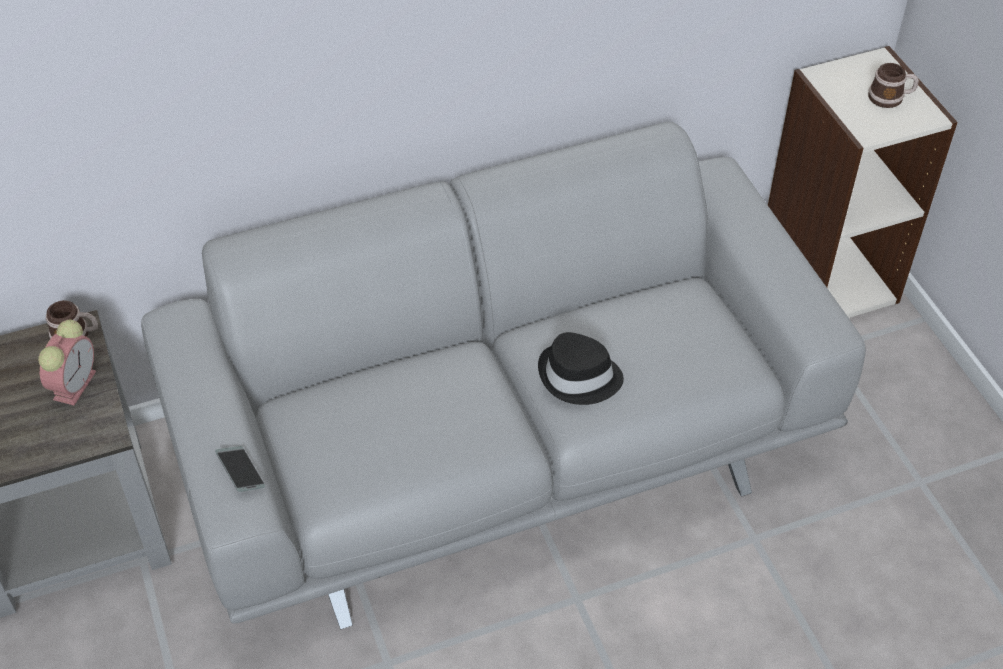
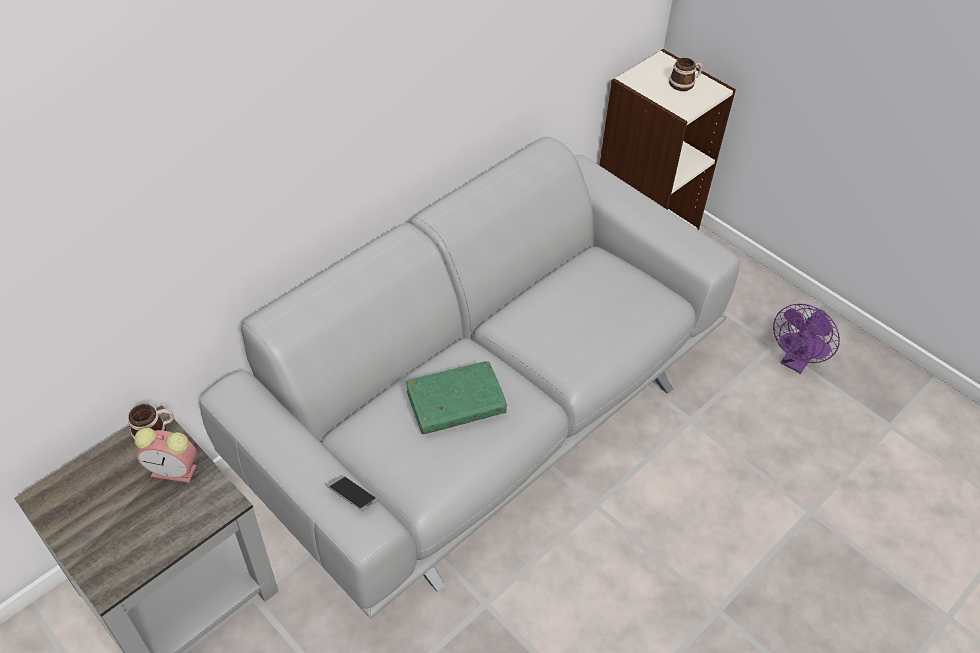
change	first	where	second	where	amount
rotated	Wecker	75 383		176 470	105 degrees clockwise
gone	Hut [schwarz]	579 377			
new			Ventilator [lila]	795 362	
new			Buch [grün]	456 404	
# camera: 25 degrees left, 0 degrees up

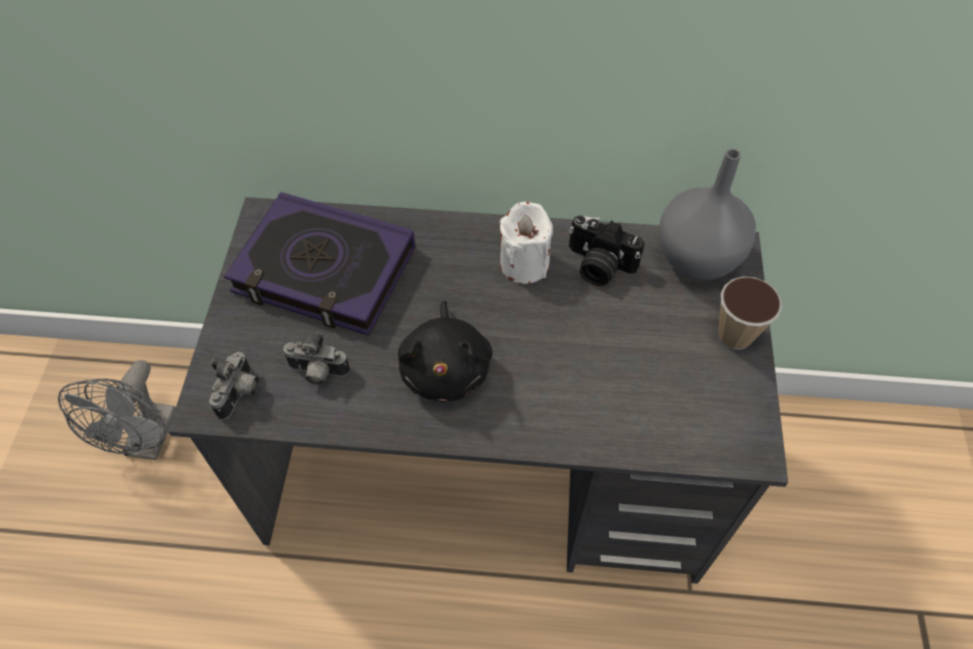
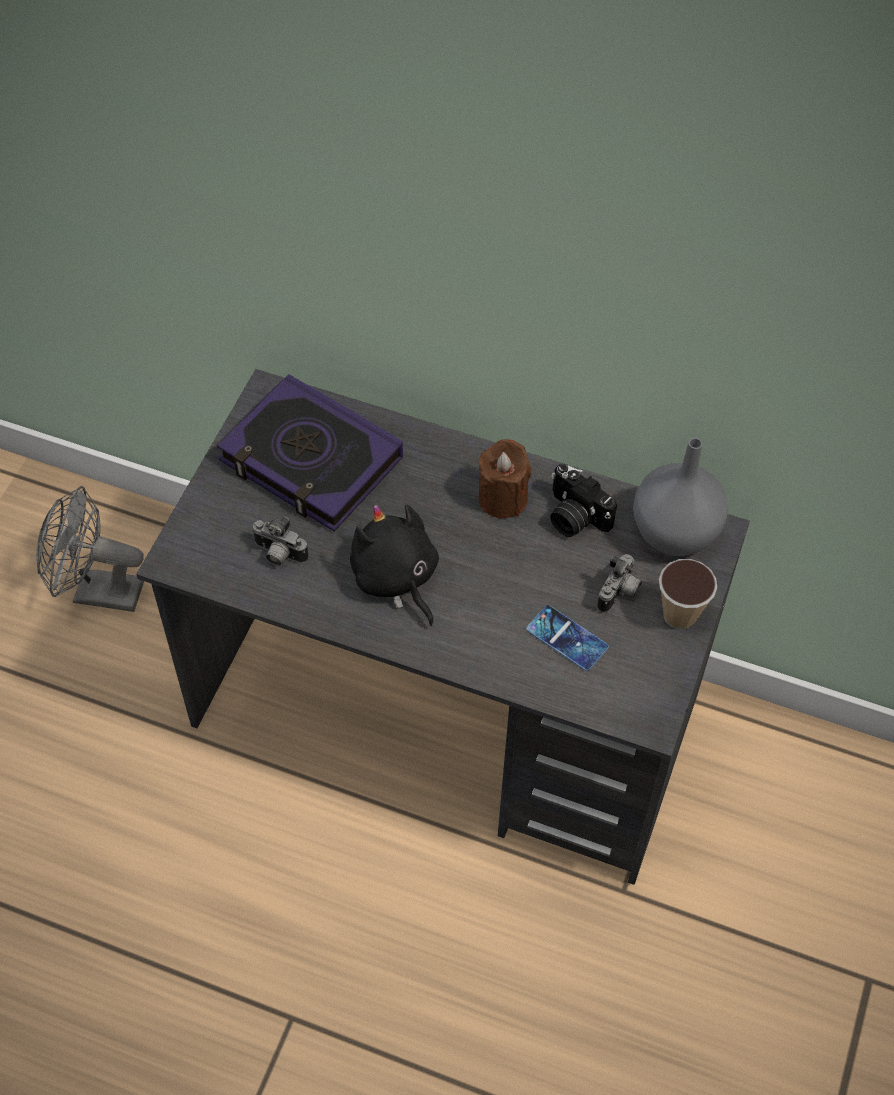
change	first	where	second	where	amount
repainted	Kerze [weiß]	524 264	Kerze [braun]	502 498	
rotated	Plüschtier [schwarz]	446 368		396 578	135 degrees clockwise
shifted	Kamera	241 394		619 593	
rotated	Ventilator [grau]	148 442		97 592	75 degrees clockwise
new			Handy	567 638	
# camera: 15 degrees right, 0 degrees up

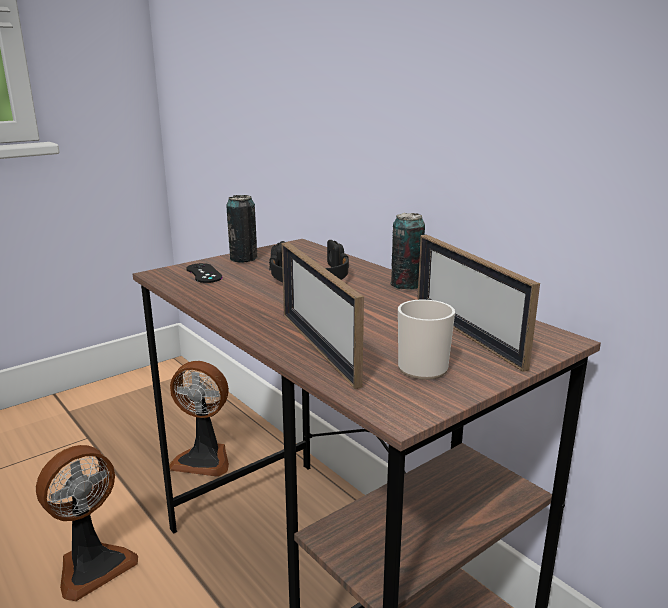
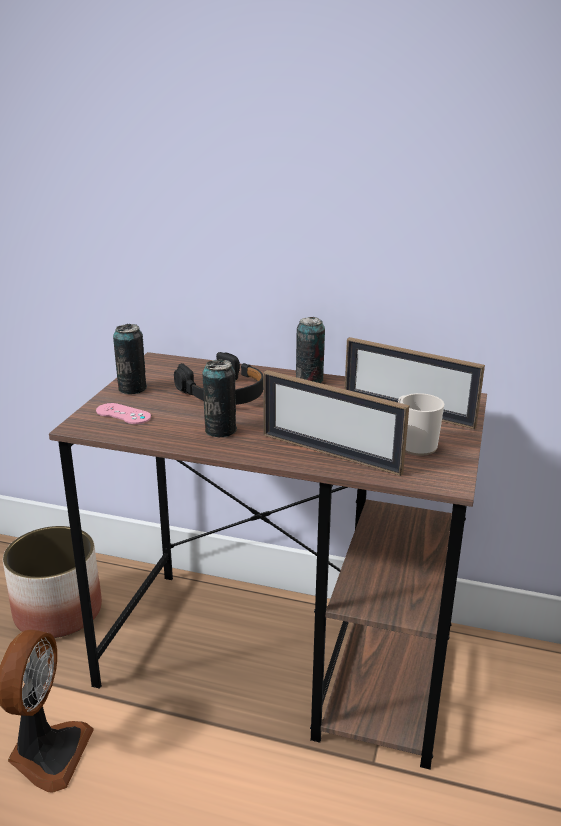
change	first	where	second	where	amount
repainted	Gamepad [schwarz]	204 273	Gamepad [rosa]	123 414	
swapped	Ventilator	204 459	Pflanzkübel	59 611	
new			Dose	220 430	
# camera: 35 degrees left, 5 degrees up

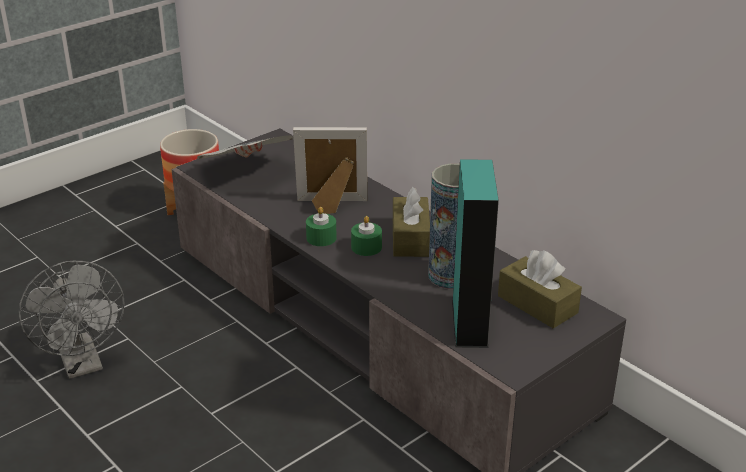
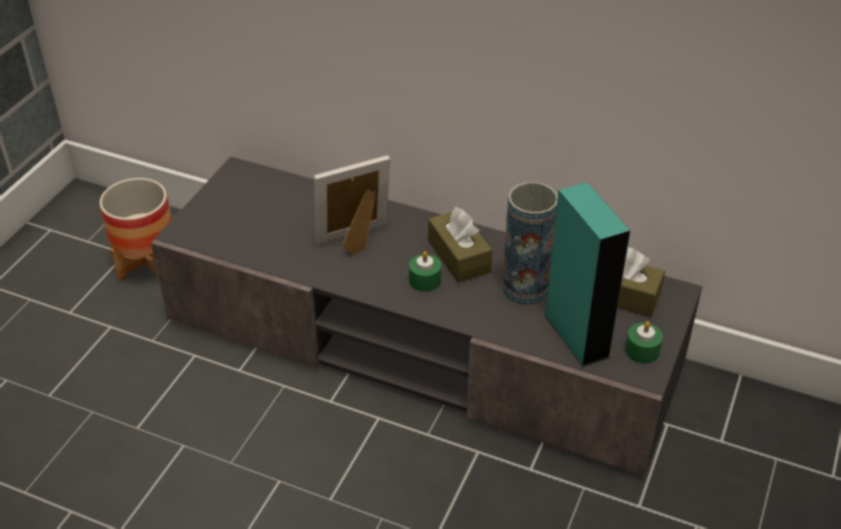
change	first	where	second	where	amount
gone	Zeitung	246 172			
shifted	Kerze [grün]	321 238		642 350	
gone	Ventilator [grau]	83 364			
# camera: 25 degrees left, 10 degrees up

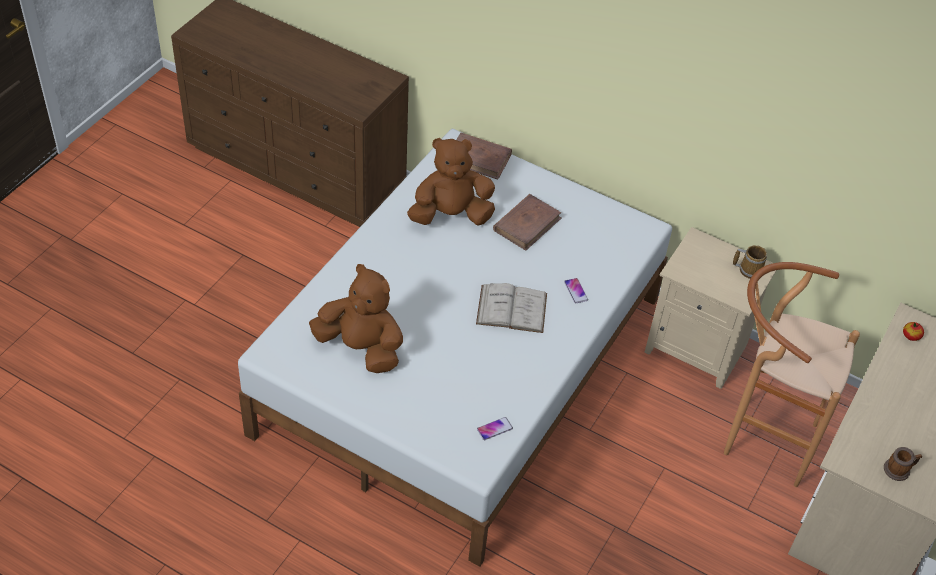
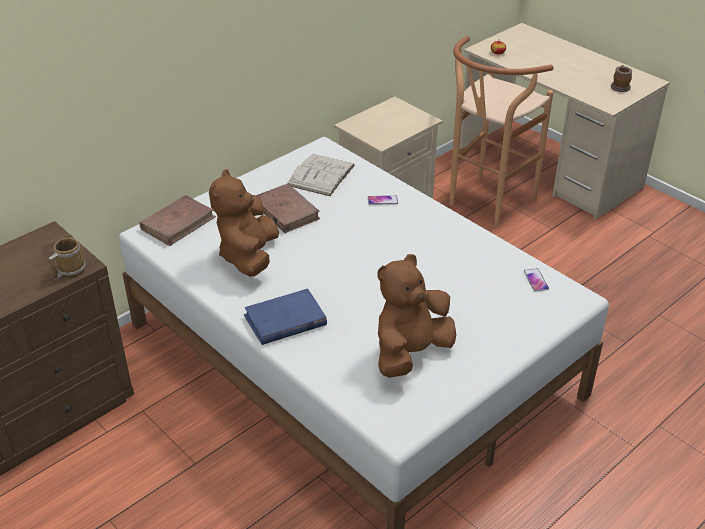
change	first	where	second	where	amount
shifted	Henkelbecher	749 269		69 270	
shifted	Buch [weiß]	511 308		321 175	
new			Buch [blau]	285 320	
# camera: 70 degrees left, 10 degrees down

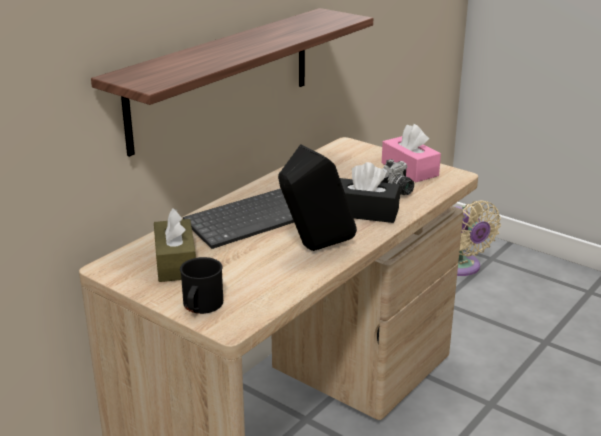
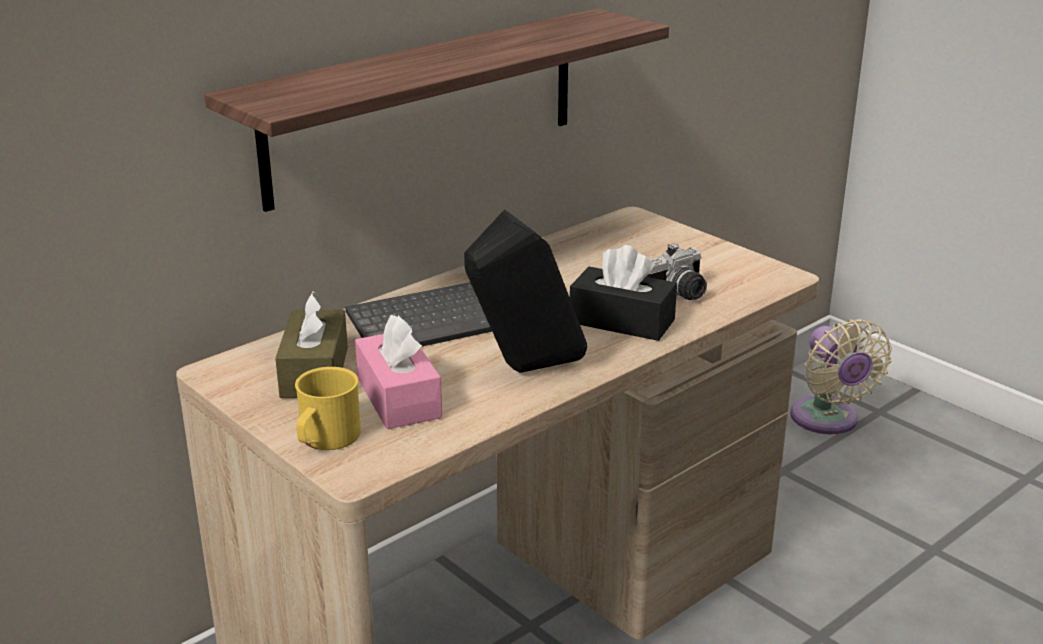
change	first	where	second	where	amount
shifted	Taschentuchbox [rosa]	409 169		398 398	
repainted	Henkelbecher [schwarz]	201 307	Henkelbecher [gelb]	325 440	
# camera: 10 degrees right, 0 degrees up

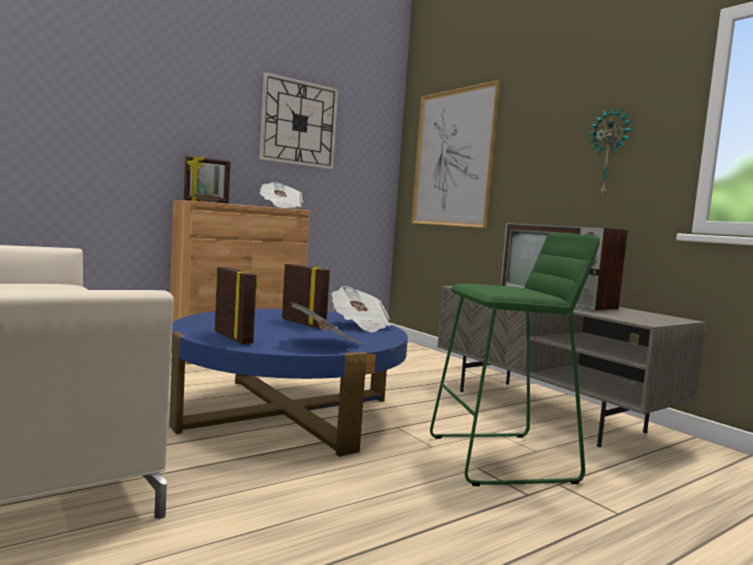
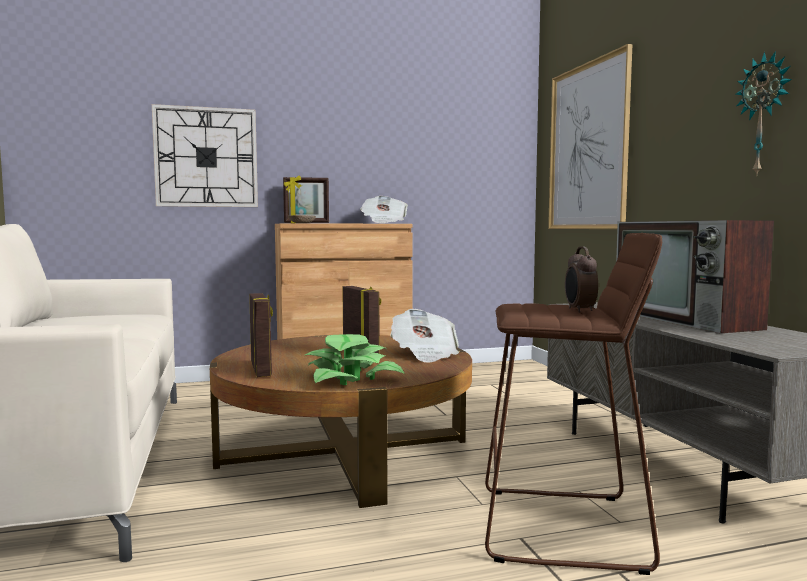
change	first	where	second	where	amount
shifted	Wanduhr	299 123		206 157	
repainted	Hocker [grün]	501 459	Hocker [braun]	562 528	
swapped	Zeitung	326 344	Topfpflanze	352 377	
repainted	Couchtisch [blau]	287 412	Couchtisch [braun]	344 451	
new			Wecker	579 310	
# camera: 20 degrees right, 0 degrees up

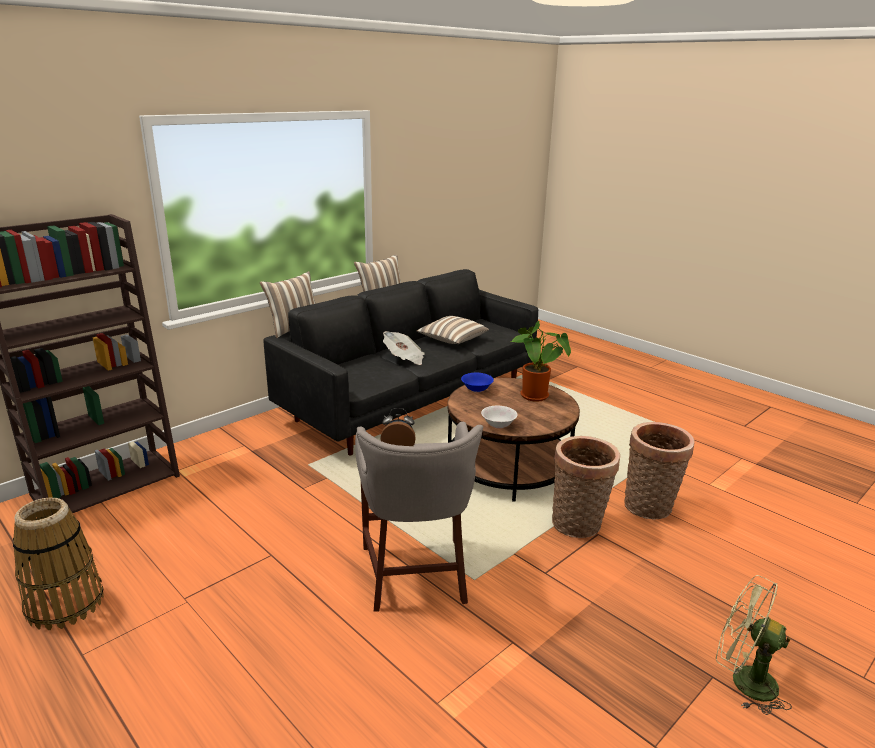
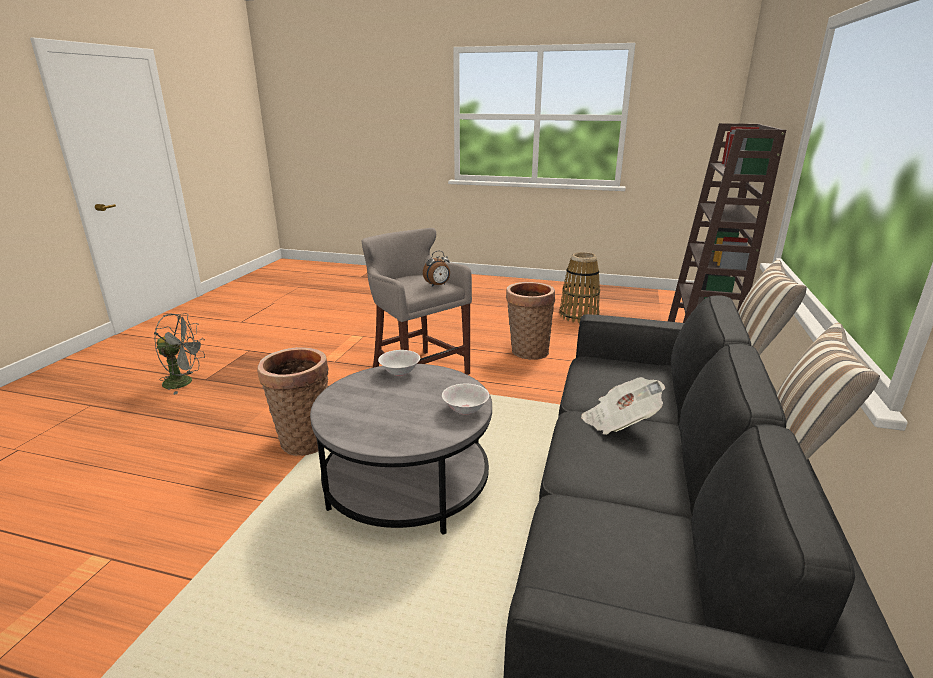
change	first	where	second	where	amount
gone	Kissen	452 340			
gone	Topfpflanze	537 397			
repainted	Schüssel [blau]	476 389	Schüssel [weiß]	465 410	
repainted	Couchtisch [braun]	508 466	Couchtisch [grau]	407 483	
shifted	Korb	650 508		527 351	
repainted	Ventilator [grün]	743 681	Ventilator [grau]	184 382	
# camera: 150 degrees right, 0 degrees up

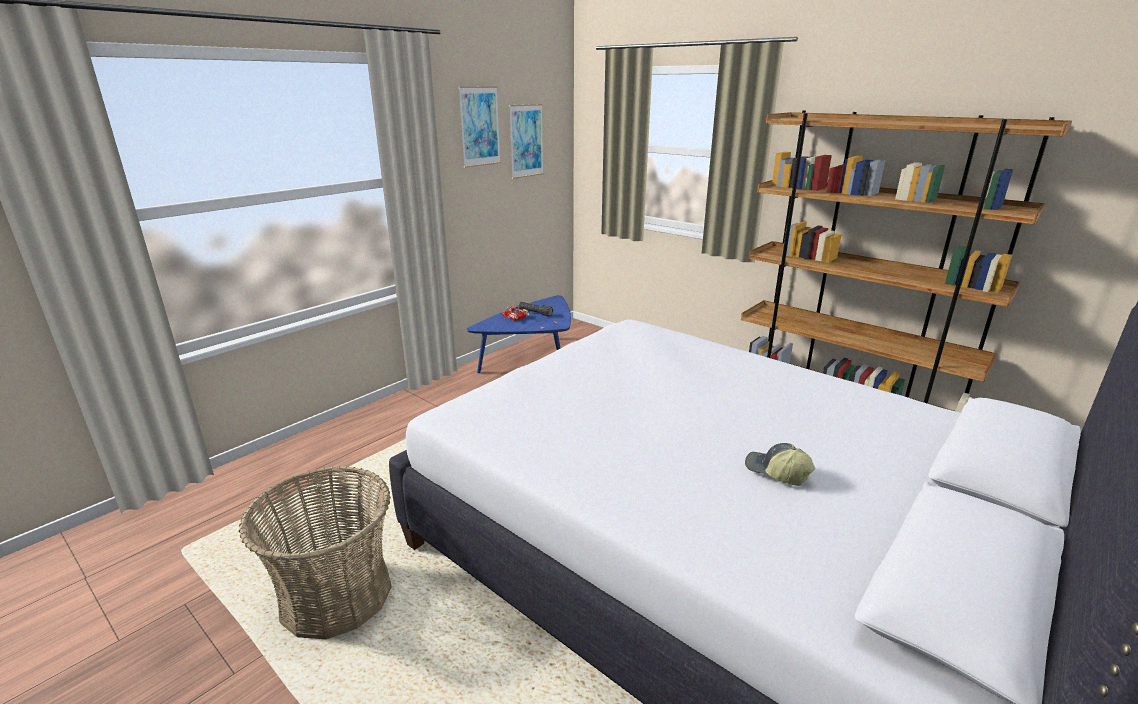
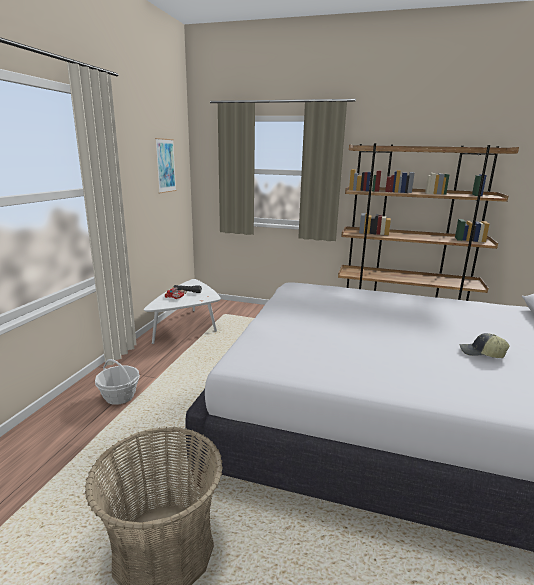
change	first	where	second	where	amount
gone	Bild	479 126			
repainted	Couchtisch [blau]	532 359	Couchtisch [weiß]	188 327	
new			Korb	119 396	
# camera: 25 degrees left, 5 degrees down

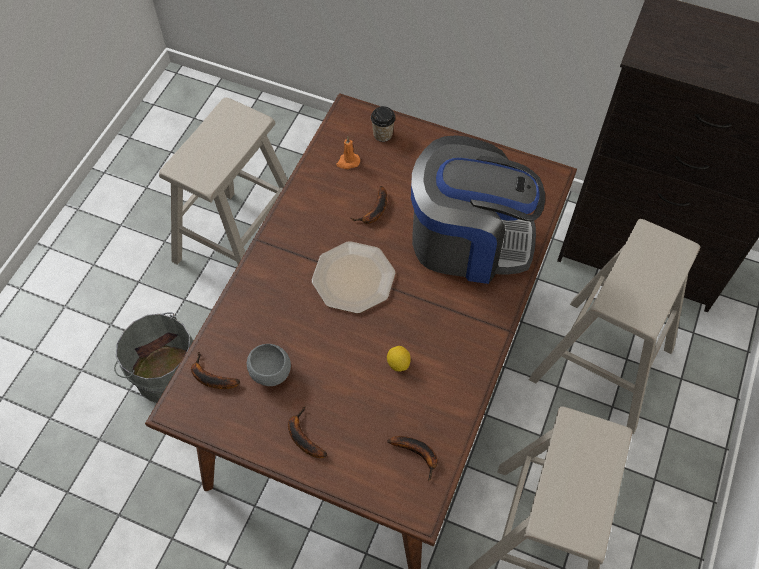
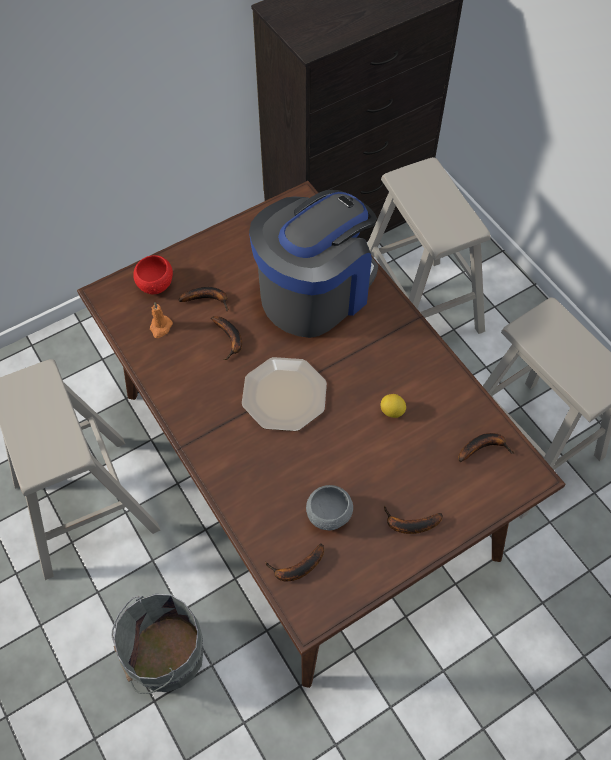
change	first	where	second	where	amount
swapped	Tasse	382 134	Schüssel [rot]	155 284	
new			Banane	208 299	
# camera: 55 degrees left, 0 degrees up

